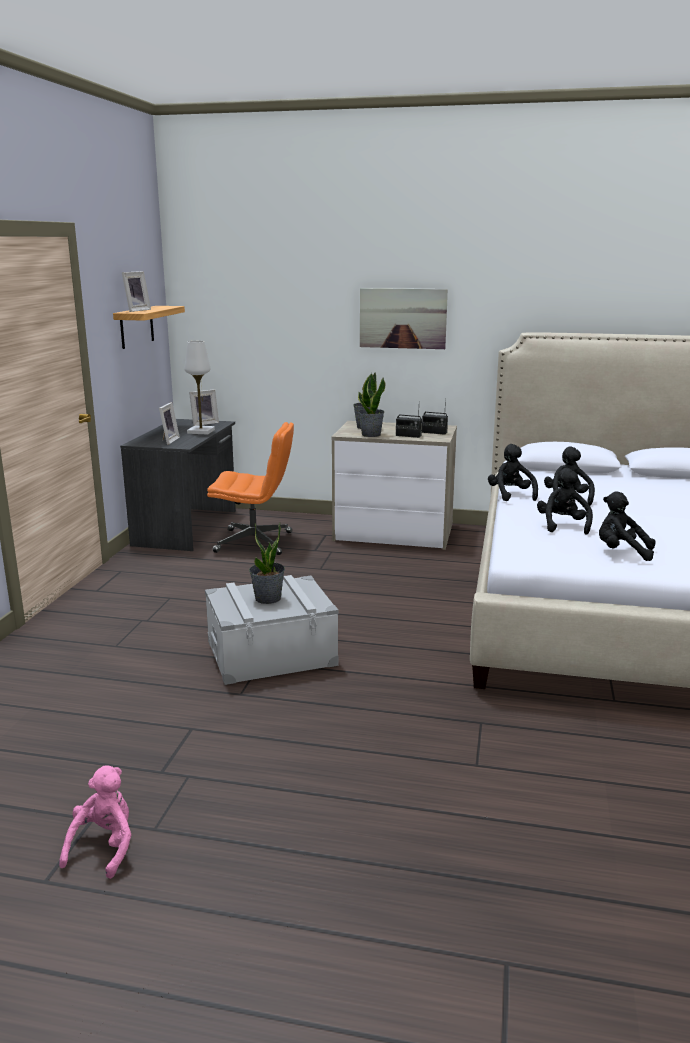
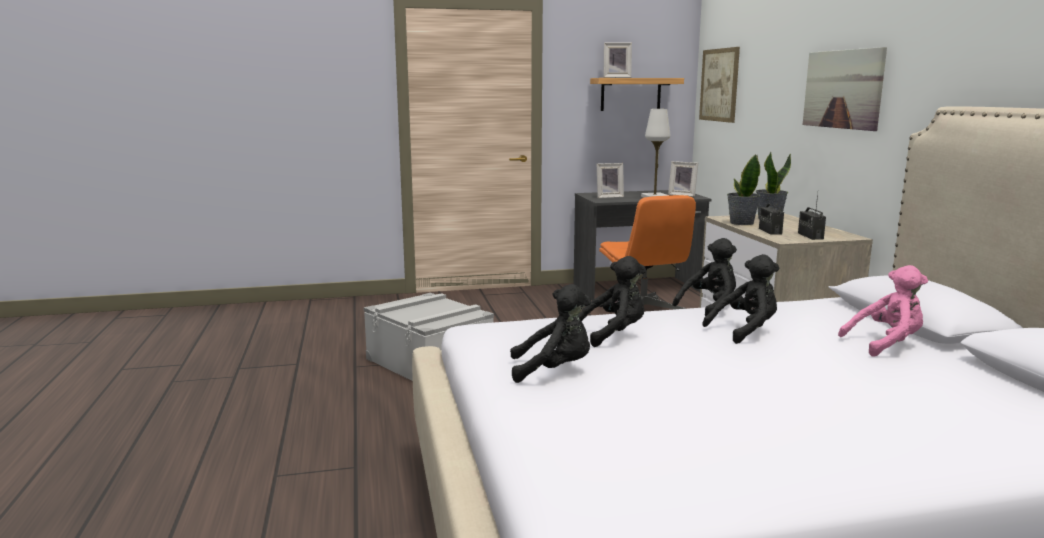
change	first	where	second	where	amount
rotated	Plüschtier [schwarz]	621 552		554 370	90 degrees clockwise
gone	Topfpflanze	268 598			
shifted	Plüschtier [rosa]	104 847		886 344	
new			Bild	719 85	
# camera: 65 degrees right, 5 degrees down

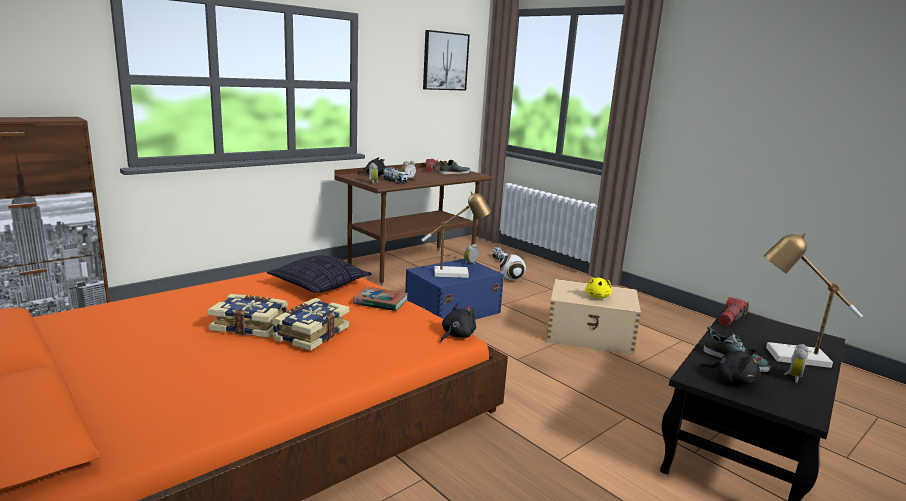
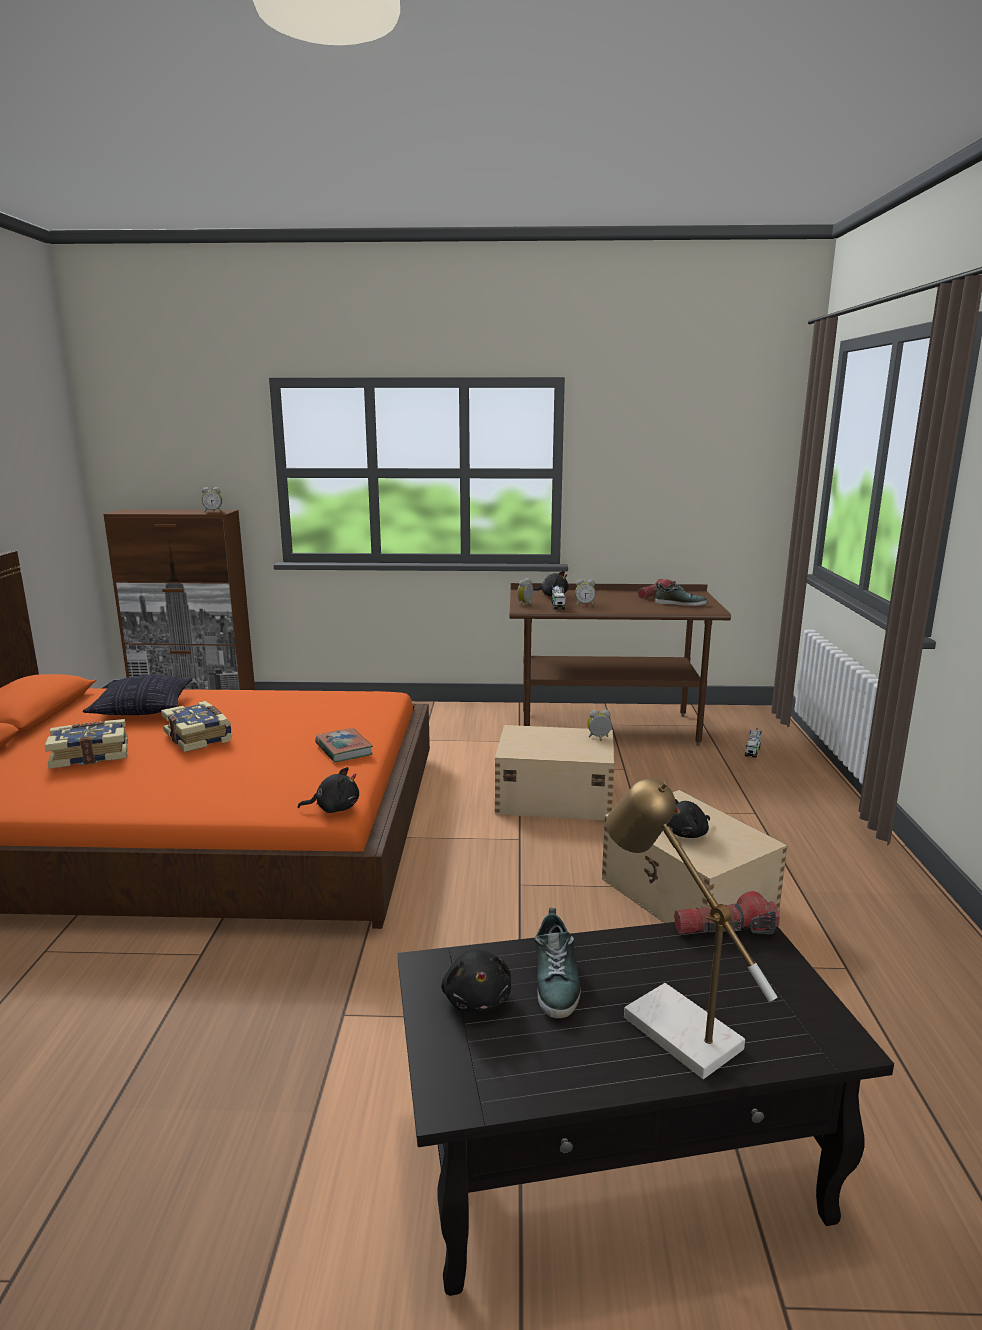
change	first	where	second	where	amount
gone	Bild	445 61			
gone	Tischlampe	456 273			
shifted	Kissen	319 286		143 709	
gone	Fußball	511 279			
repainted	Aufbewahrungsbox [blau]	451 310	Aufbewahrungsbox [beige]	553 797	
repainted	Plüschtier [gelb]	597 297	Plüschtier [schwarz]	687 833	
shifted	Buch	310 334		90 755	
shifted	Wecker	792 377		213 512	
# camera: 45 degrees right, 0 degrees up

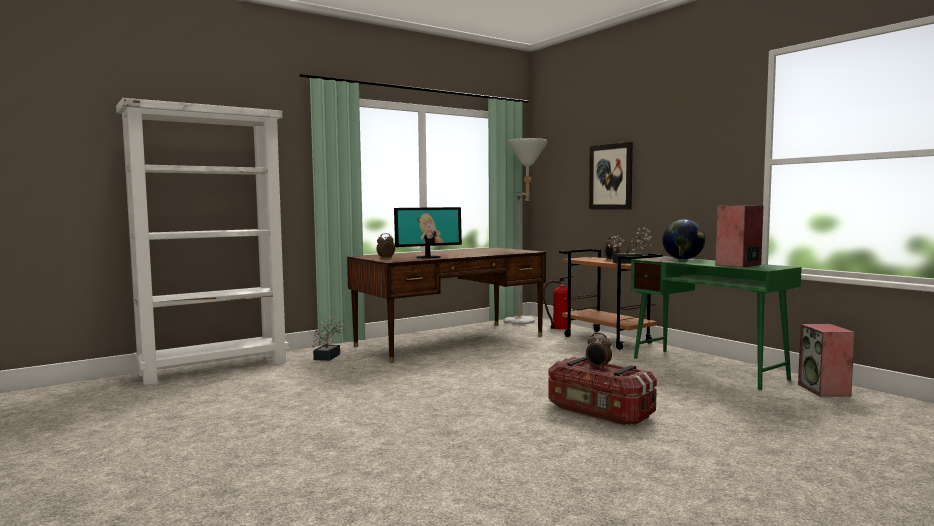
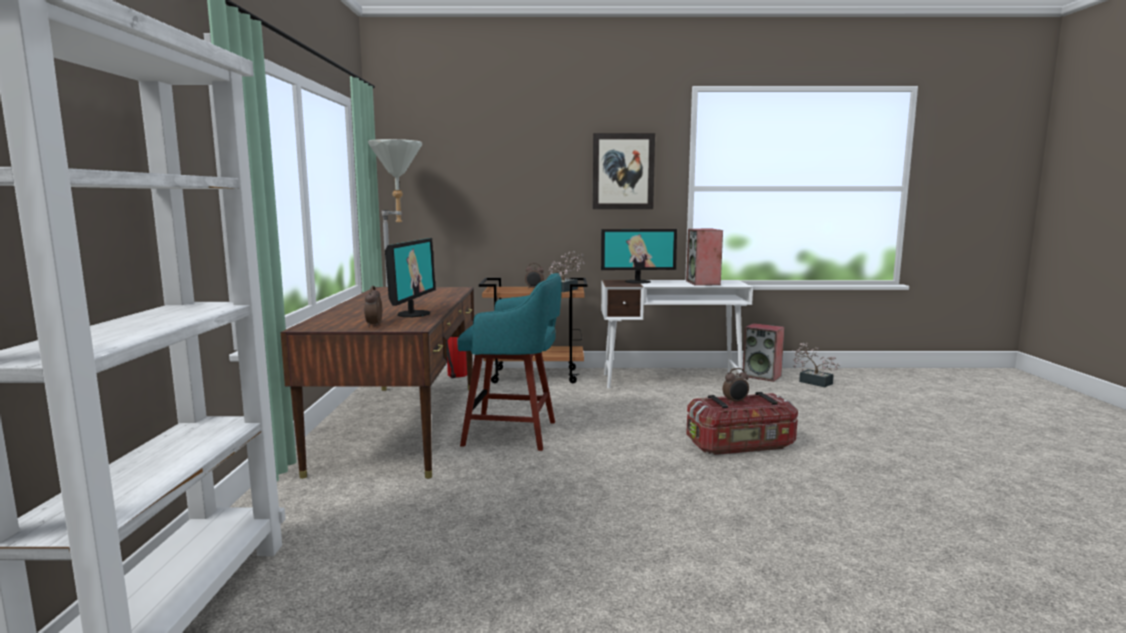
change	first	where	second	where	amount
shifted	Bild	611 177		623 171	
swapped	Globus	683 259	Monitor	638 281	
repainted	Schreibtisch [grün]	707 368	Schreibtisch [weiß]	671 381	
shifted	Topfpflanze	329 356		812 382	
new			Hocker [türkis]	513 434	
# camera: 55 degrees left, 5 degrees up

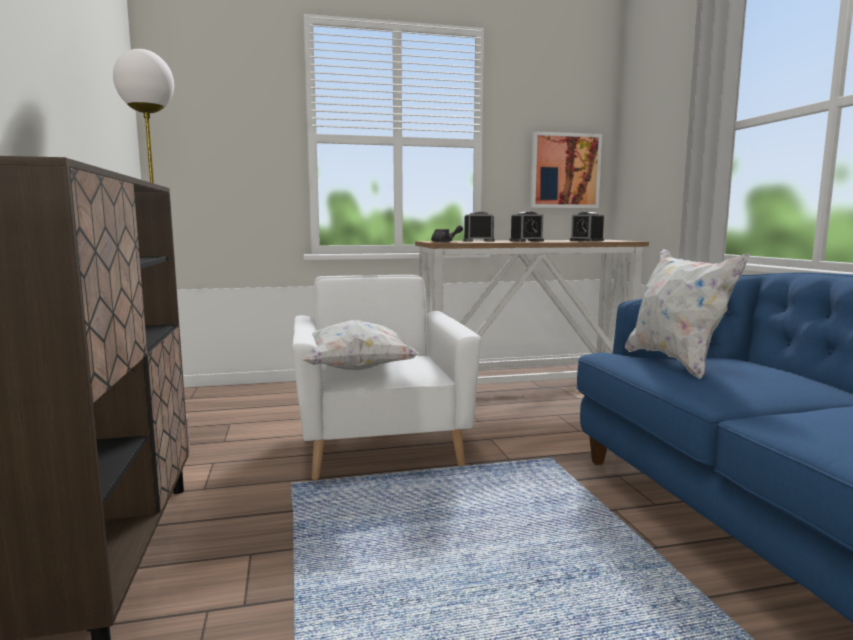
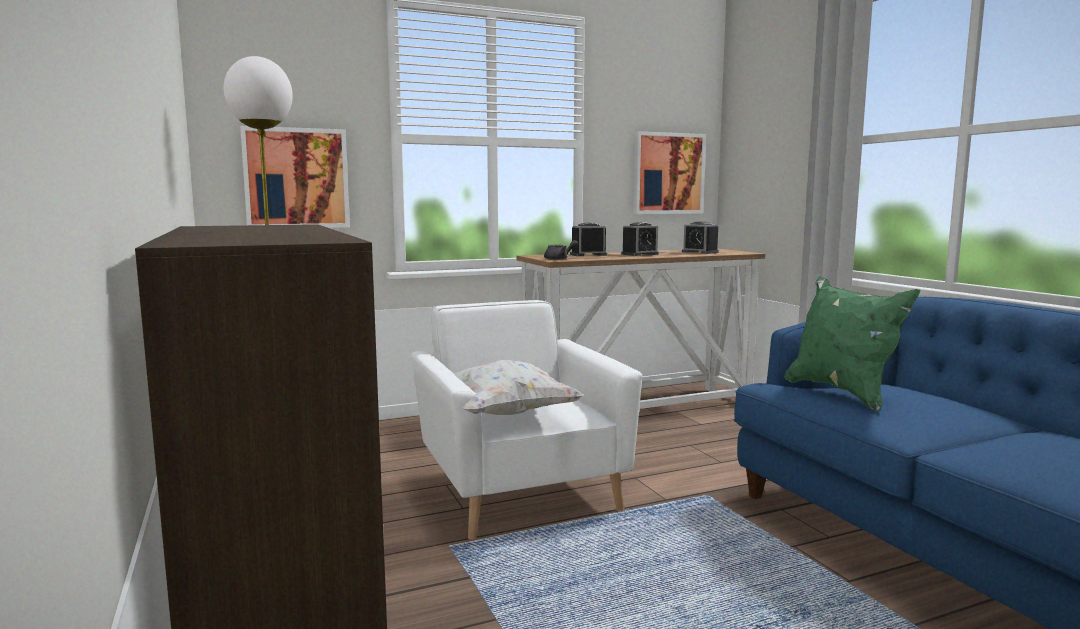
change	first	where	second	where	amount
repainted	Kissen [weiß]	675 362	Kissen [grün]	842 393	
new			Bild	296 178	
# camera: 10 degrees left, 0 degrees up

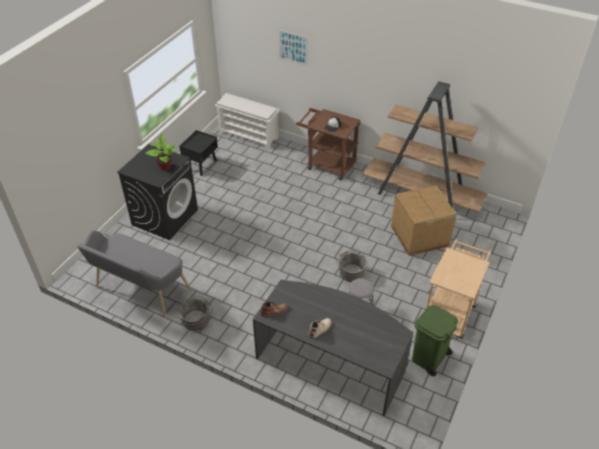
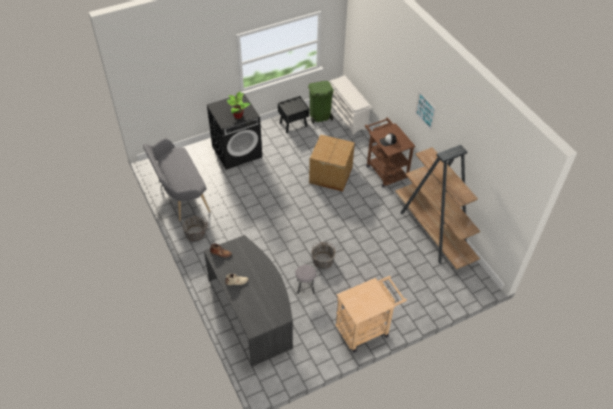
change	first	where	second	where	amount
shifted	Bild	293 47		425 110	
shifted	Karton	419 236		330 175	
shifted	Mülleimer [grün]	428 358		319 116	
# camera: 35 degrees right, 5 degrees up

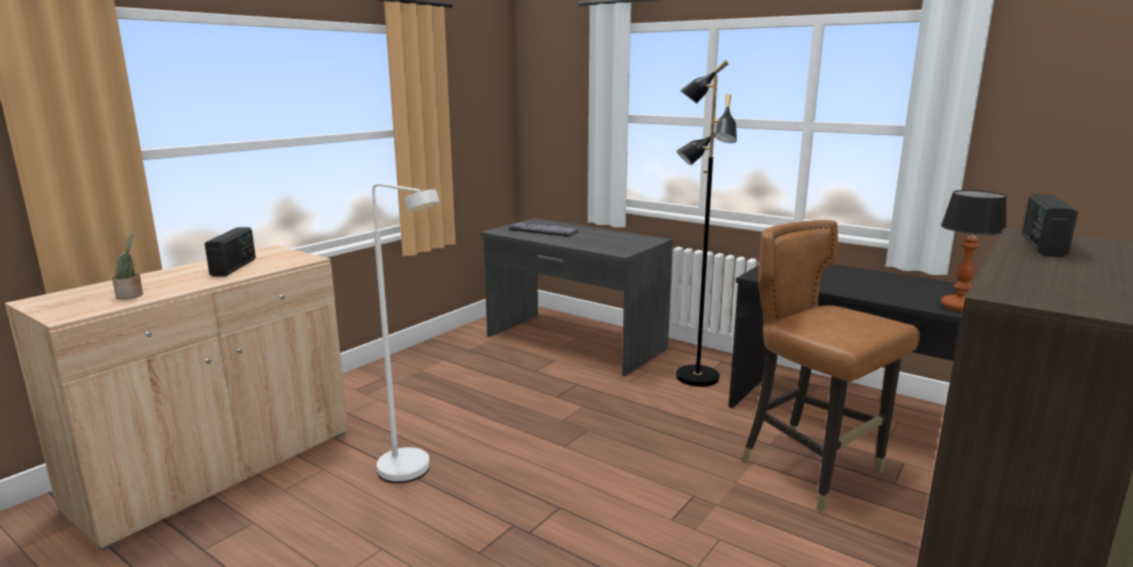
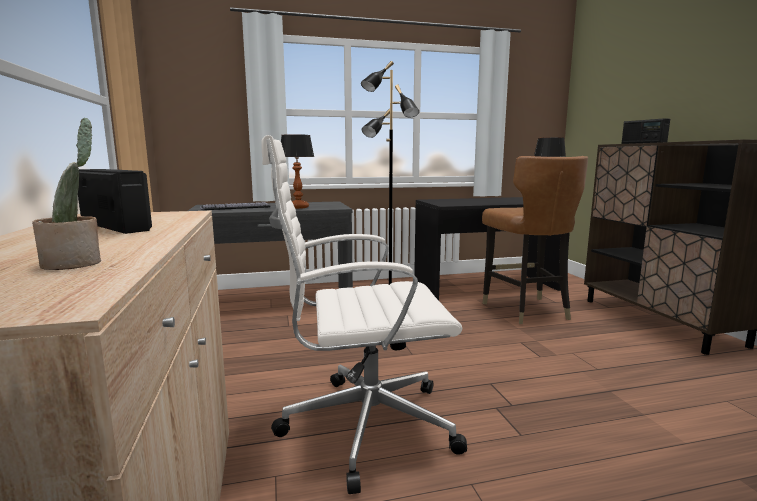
change	first	where	second	where	amount
swapped	Stehlampe [weiß]	413 474	Bürostuhl [weiß]	363 425	
rotated	Stuhl [braun]	811 470		525 310	105 degrees counterclockwise
new			Tischlampe	299 207	
# camera: 50 degrees left, 5 degrees down

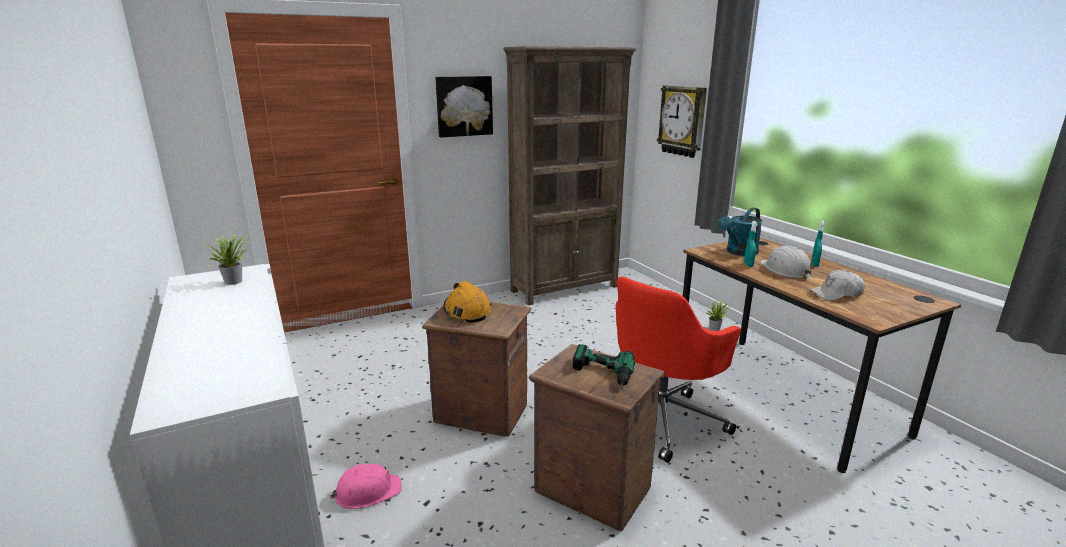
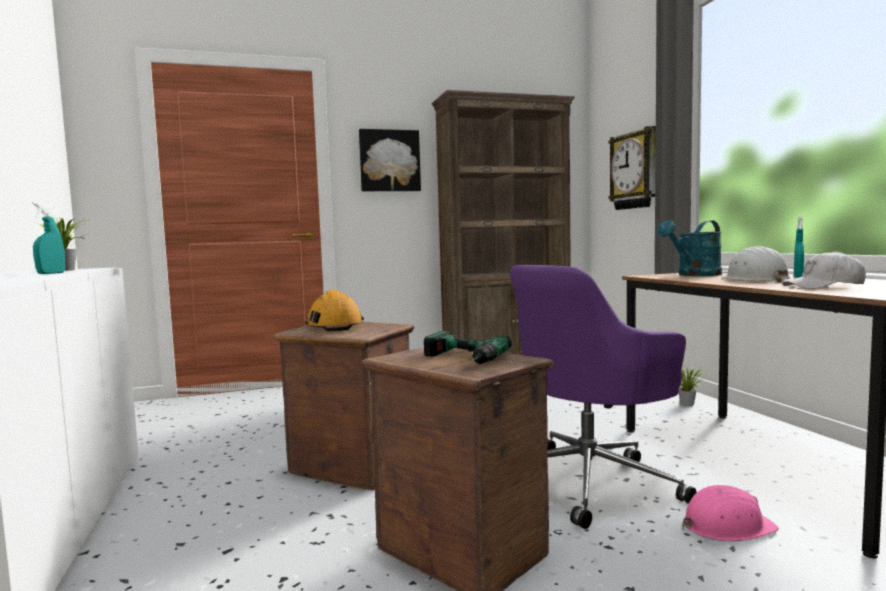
change	first	where	second	where	amount
shifted	Sprühflasche [türkis]	748 265		51 273	
repainted	Bürostuhl [rot]	662 417	Bürostuhl [lila]	590 482	
shifted	Schutzhelm [rosa]	367 492		726 526	
# camera: 10 degrees right, 15 degrees down

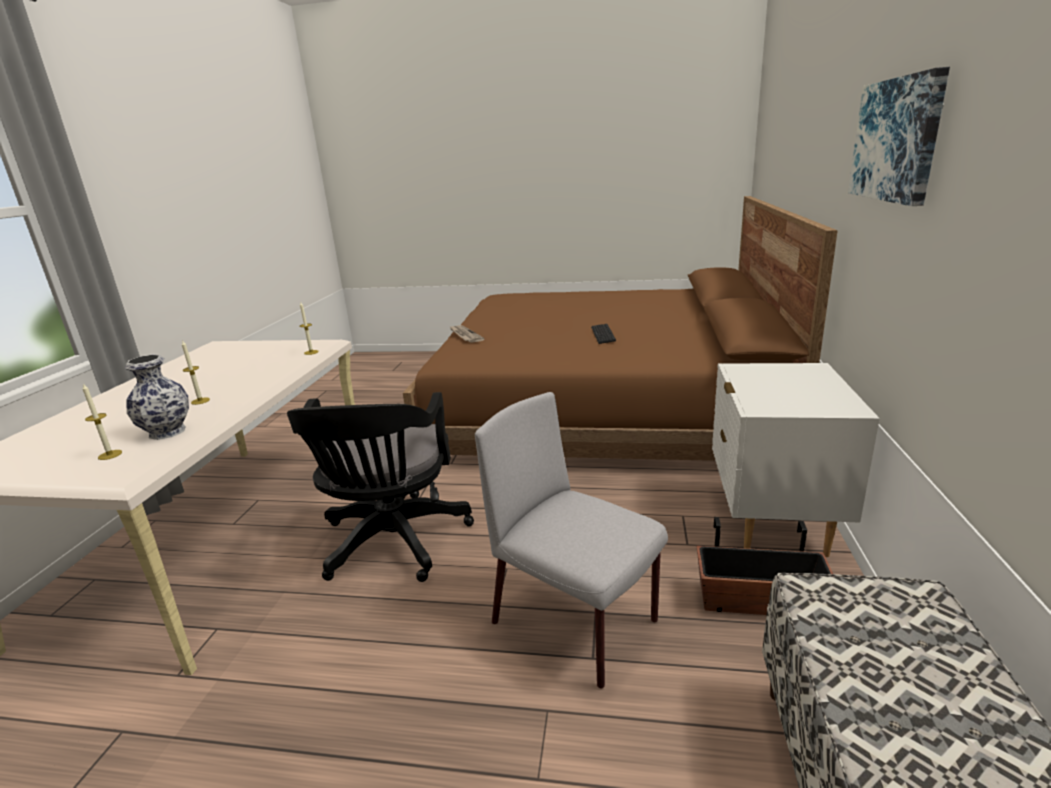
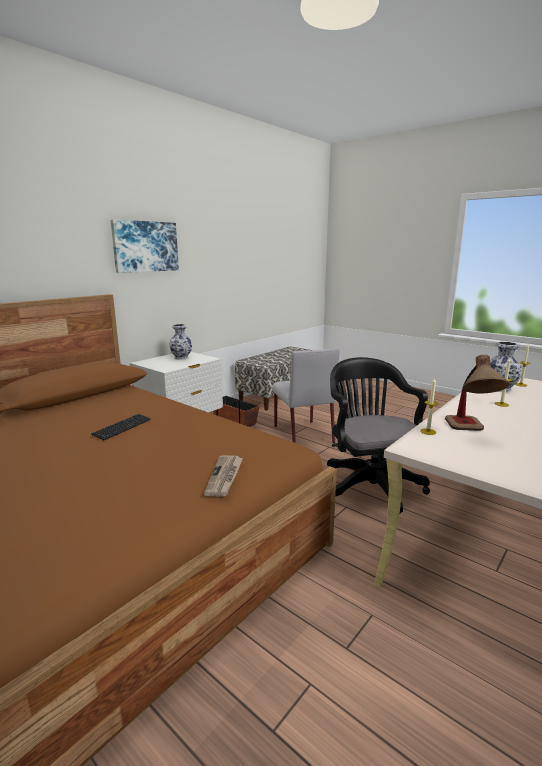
change	first	where	second	where	amount
rotated	Bürostuhl [schwarz]	393 544		369 486	45 degrees counterclockwise
new			Vase	181 357	
new			Tischlampe	470 432	
# camera: 150 degrees left, 5 degrees down

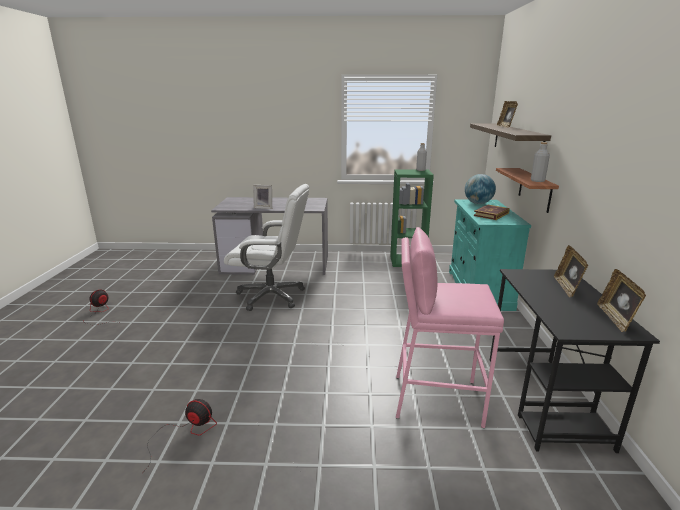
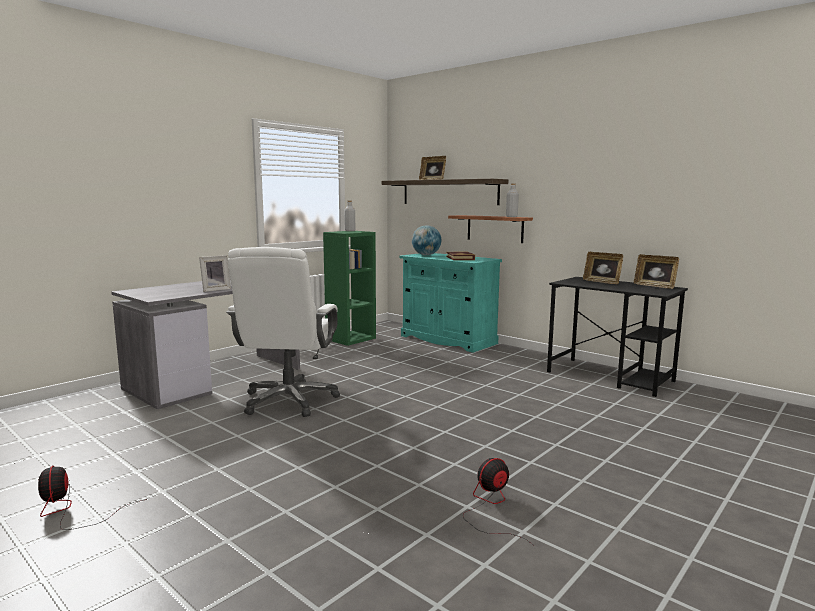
change	first	where	second	where	amount
rotated	Bürostuhl [weiß]	271 296		289 401	135 degrees clockwise
gone	Hocker [rosa]	436 399			
# camera: 50 degrees left, 10 degrees down

